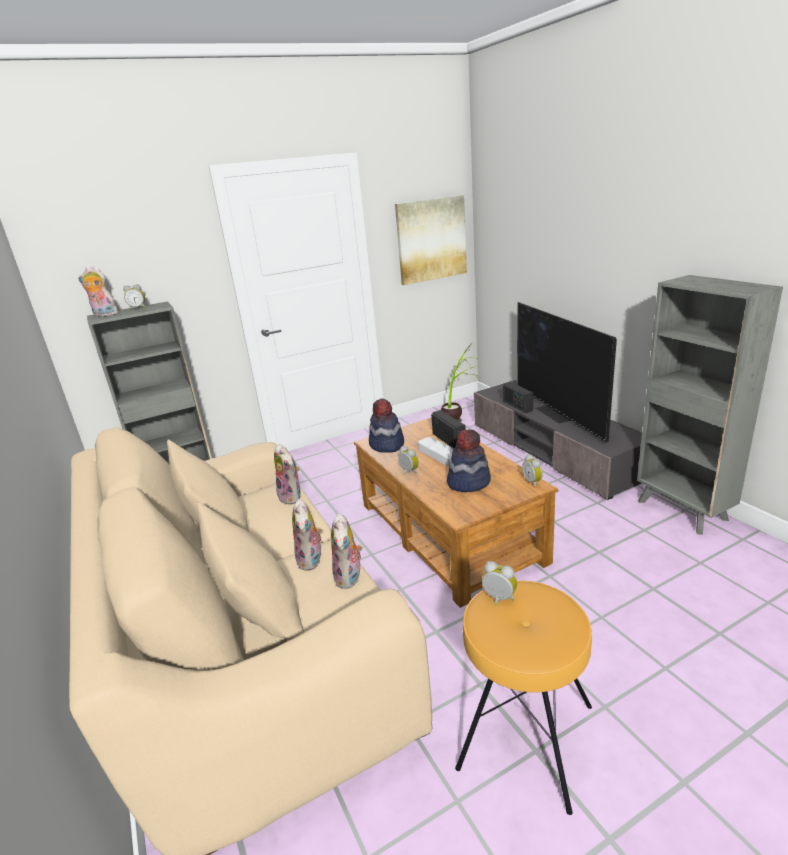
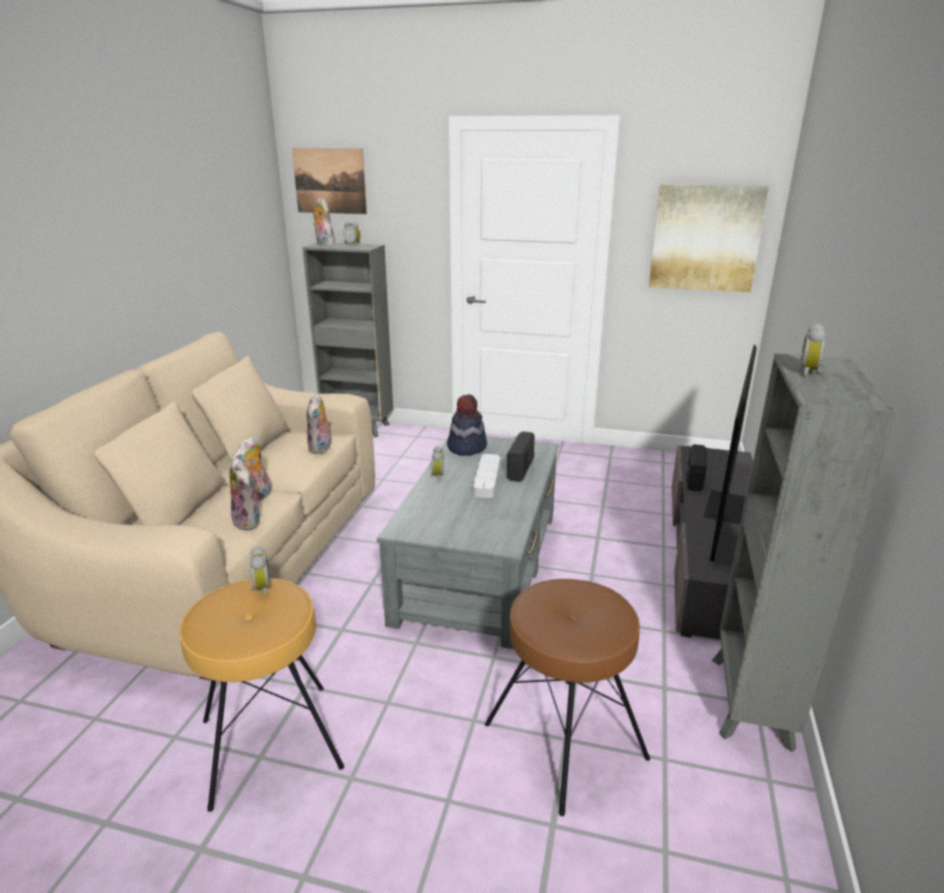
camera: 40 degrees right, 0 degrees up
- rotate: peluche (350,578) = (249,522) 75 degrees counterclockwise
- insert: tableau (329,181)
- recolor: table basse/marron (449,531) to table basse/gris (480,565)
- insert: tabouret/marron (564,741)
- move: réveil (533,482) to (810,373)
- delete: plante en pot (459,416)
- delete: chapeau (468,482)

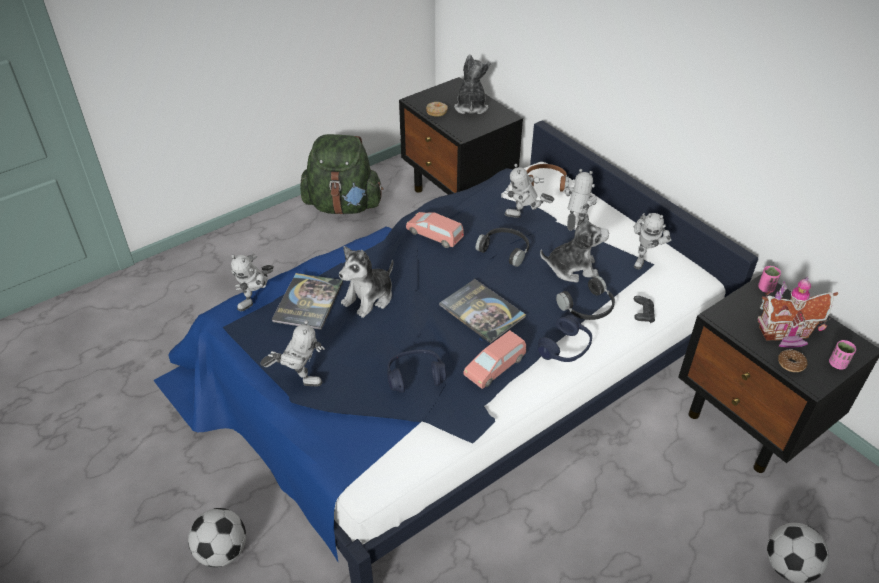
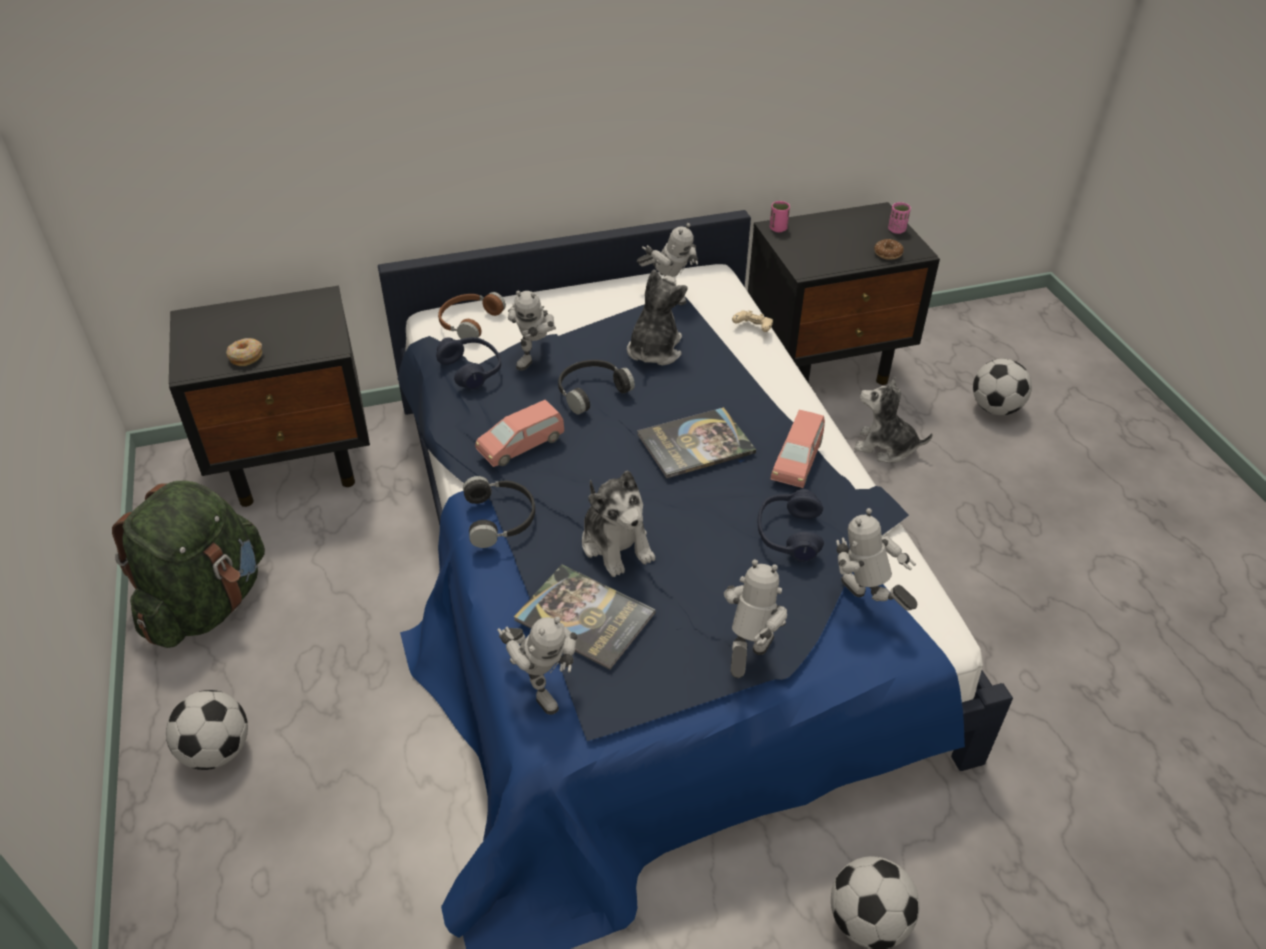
camera: 70 degrees left, 0 degrees up
- insert: ballon de foot (217,750)
- move: casque audio/bleu (565,348) to (472,370)
- move: casque audio/noir (588,308) to (501,518)
- recolor: manette/noir (642,315) to manette/beige (753,328)
- rotate: petite voiture/rose (495,367) = (797,460) 45 degrees clockwise
- move: robot jouet (575,228) to (865,604)
- move: peluche (471,107) to (885,447)
- delete: maison miniature (786,336)

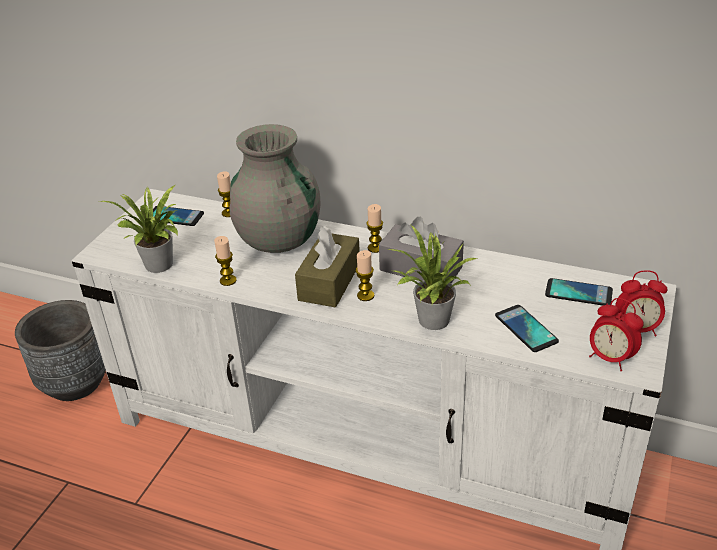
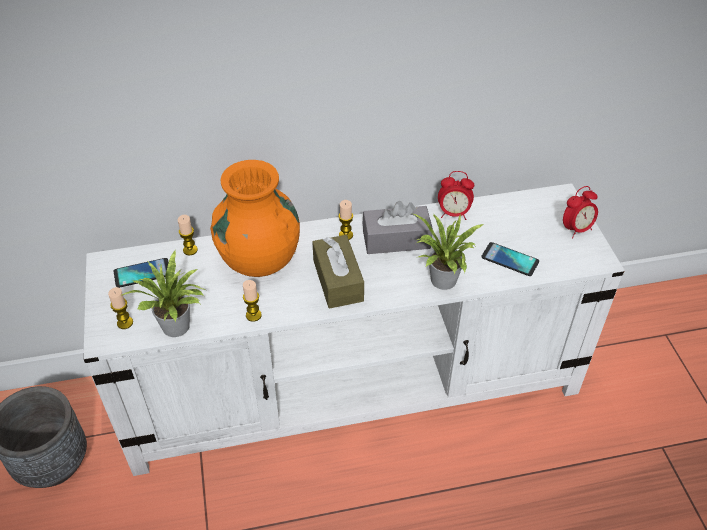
camera: 35 degrees left, 10 degrees up
- move: bougie (365,295) to (125,323)
- recolor: vase/gris (278,239) to vase/orange (259,258)
- move: réveil (610,358) to (453,214)
- delete: téléphone (578,293)

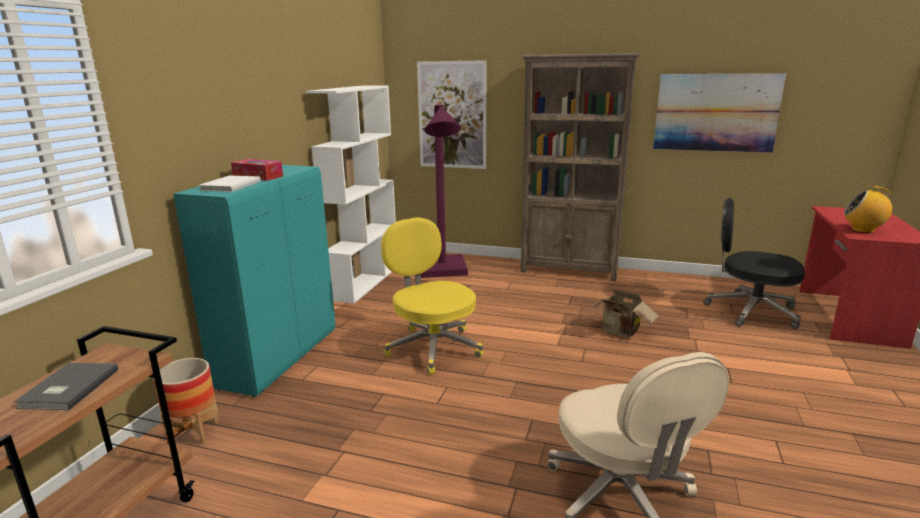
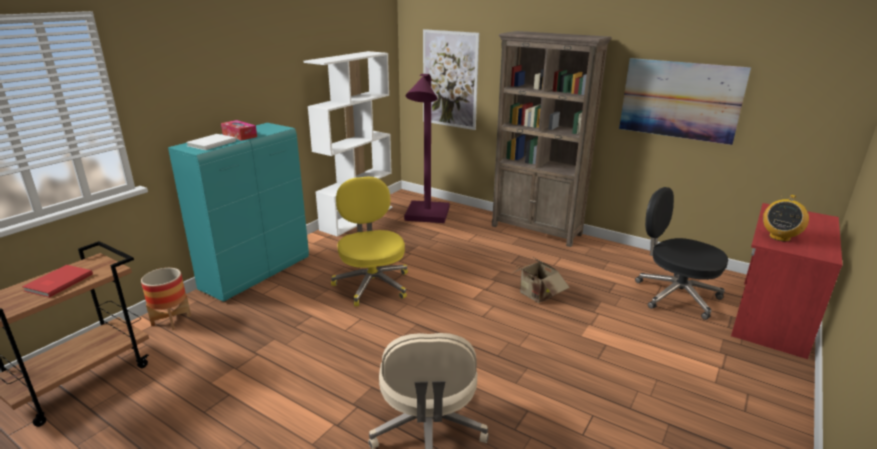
camera: 15 degrees right, 5 degrees up
- recolor: livre/gris (67,389) to livre/rouge (57,282)
- rotate: radio (863,230) = (779,237) 90 degrees counterclockwise

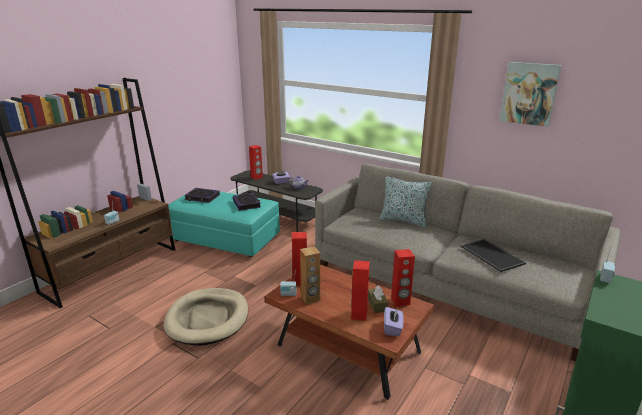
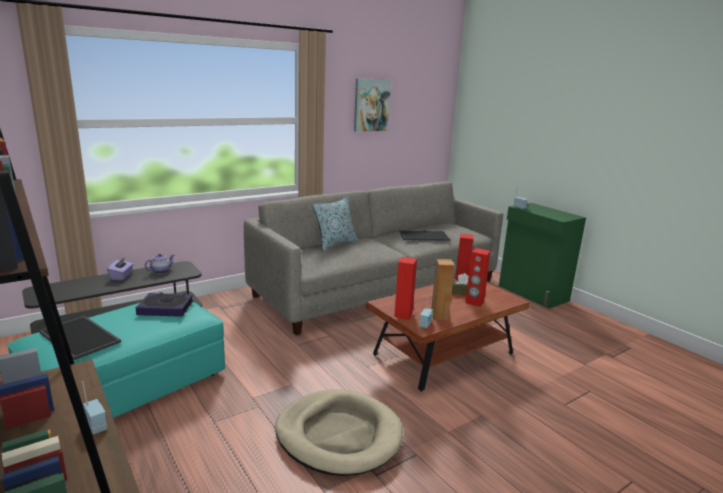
camera: 70 degrees left, 5 degrees down
- replace: livre (202,197) to plateau (81,337)
- delete: enceinte/rouge (256,177)
- delete: boîte à mouchoirs/violet (392,328)

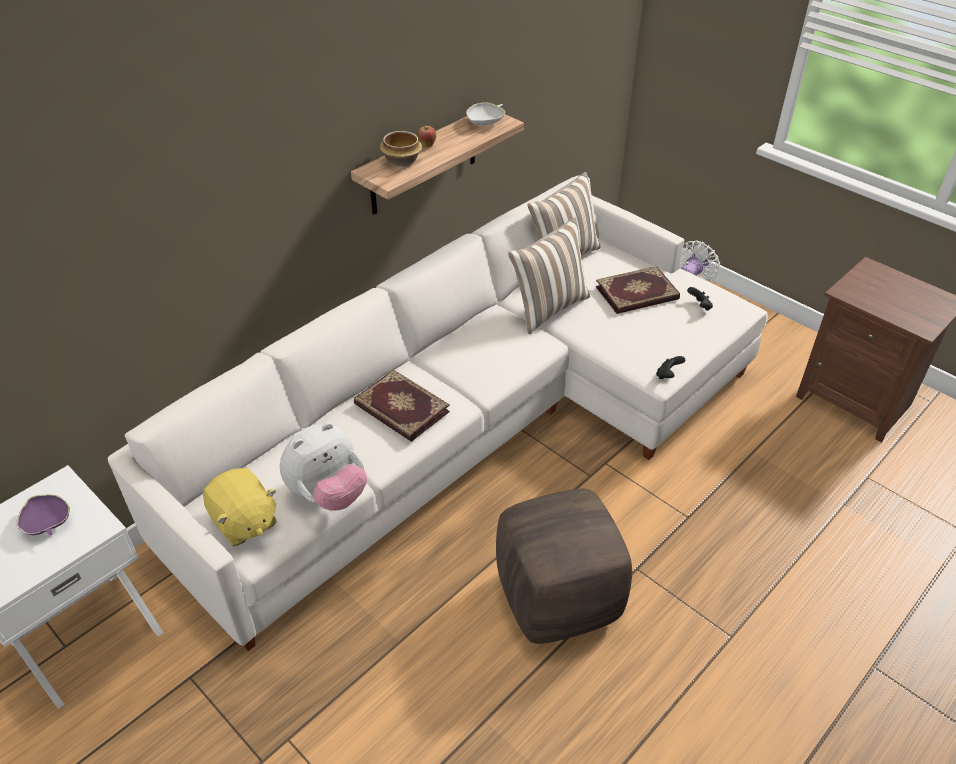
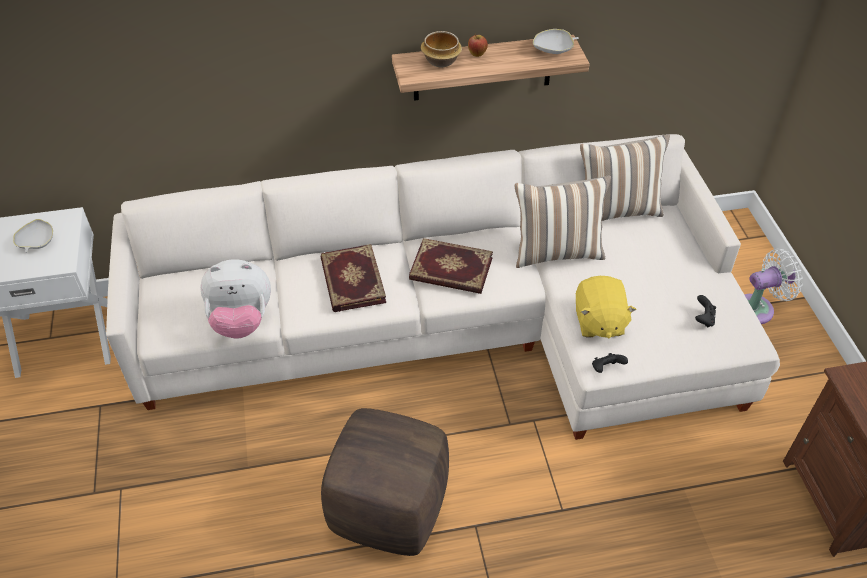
camera: 35 degrees right, 5 degrees up
- recolor: bol/violet (47,523) to bol/blanc (37,243)
- move: livre (637,294) to (451,270)
- move: peluche/jaune (244,522) to (598,322)

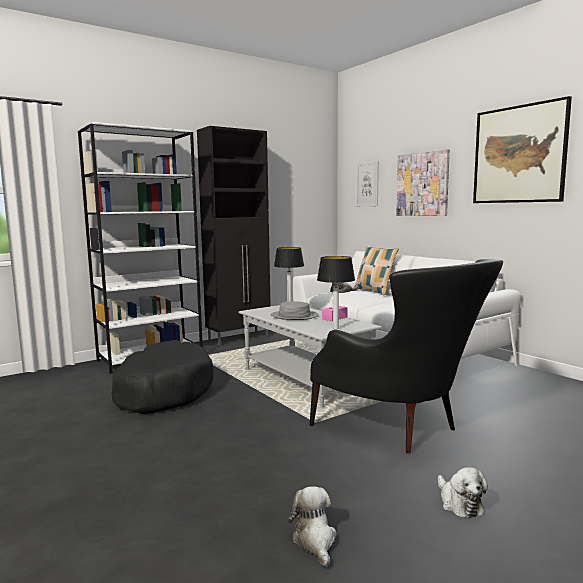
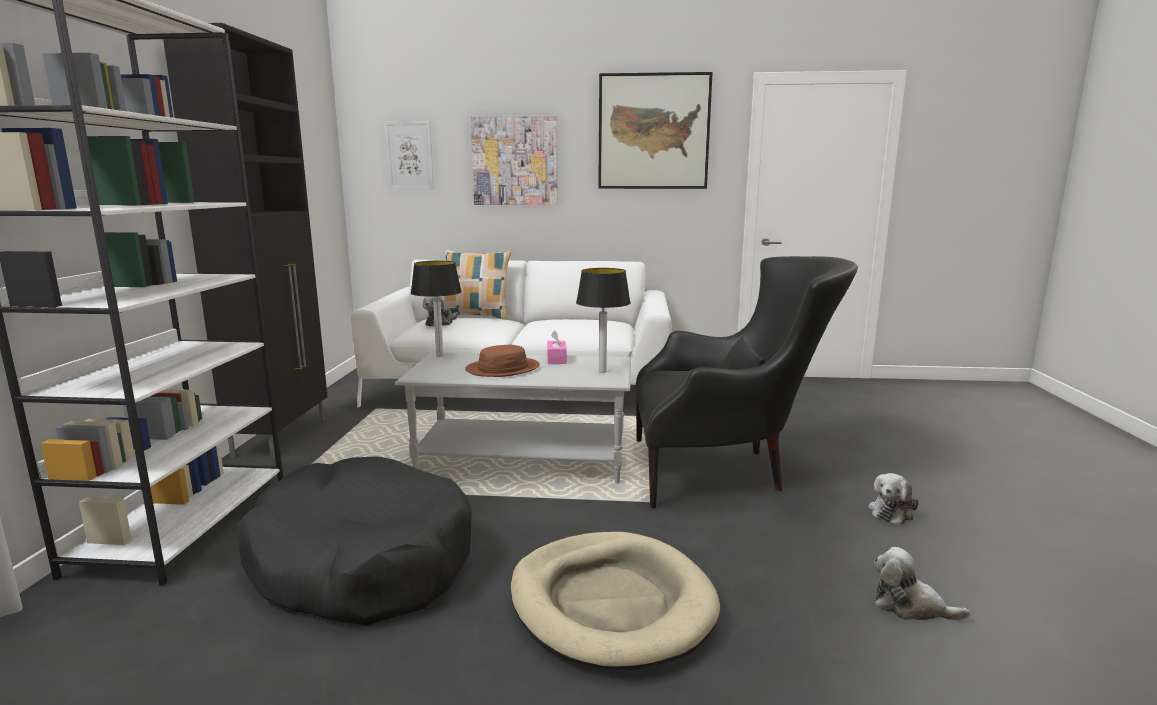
camera: 50 degrees left, 5 degrees up
- recolor: chapeau/gris (294,316) to chapeau/marron (503,369)
- insert: panier pour chien/beige (611,603)
- rotate: peluche (459,503) = (892,512) 105 degrees clockwise

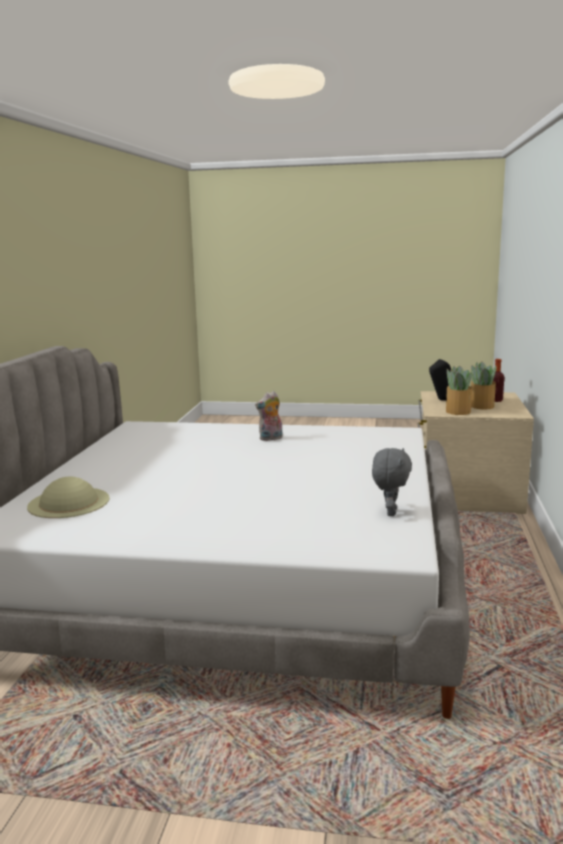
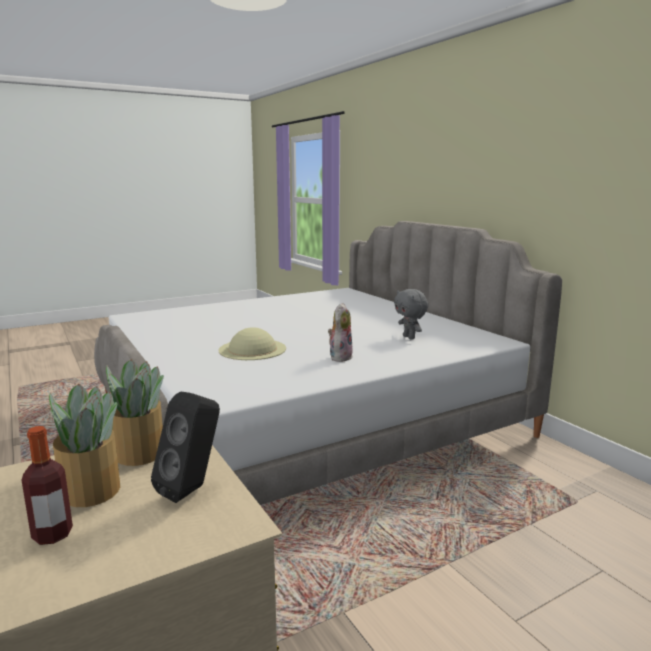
camera: 140 degrees right, 0 degrees up
- move: chapeau/beige (69,502) to (252,349)
- move: peluche/gris (390,512) to (409,337)

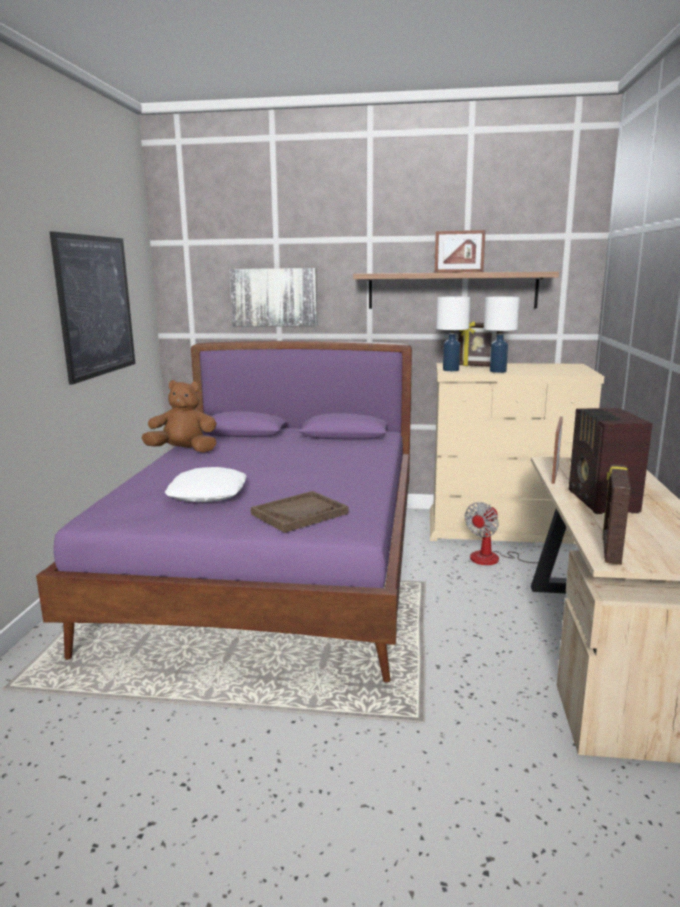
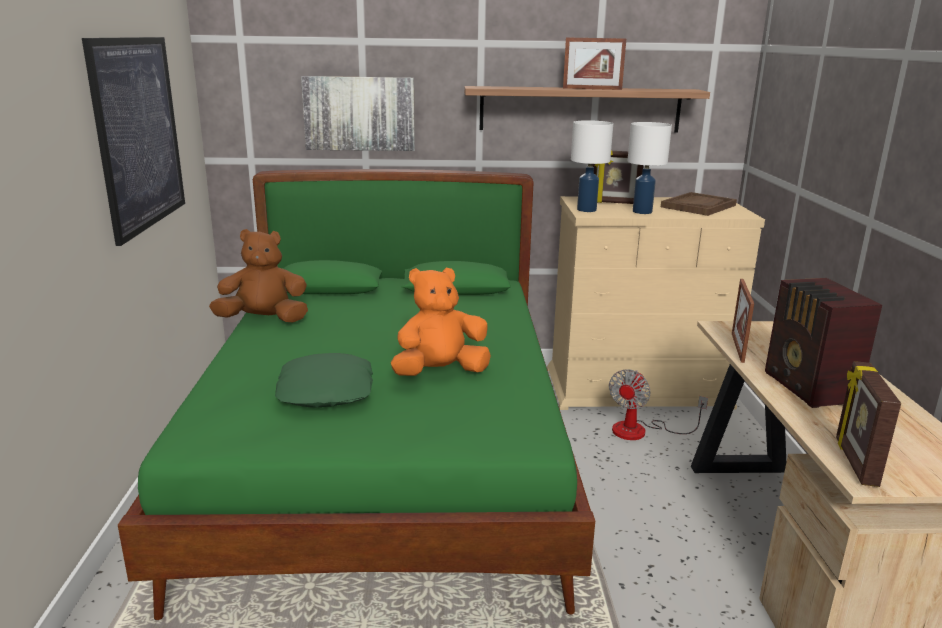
camera: 10 degrees left, 5 degrees up
- recolor: lit/violet (274,570) to lit/vert (388,464)
- recolor: coussin/blanc (208,494) to coussin/vert (327,391)
- insert: peluche/orange (440,372)
- move: plateau/marron (299,513) to (698,206)

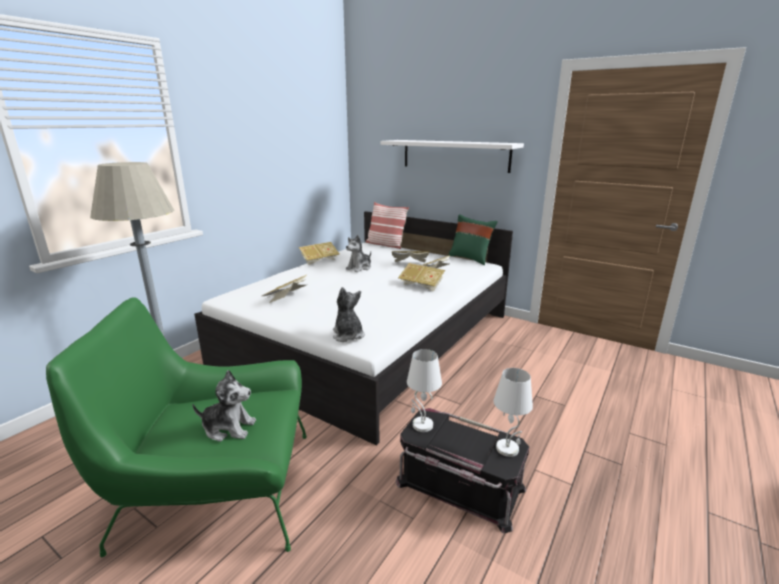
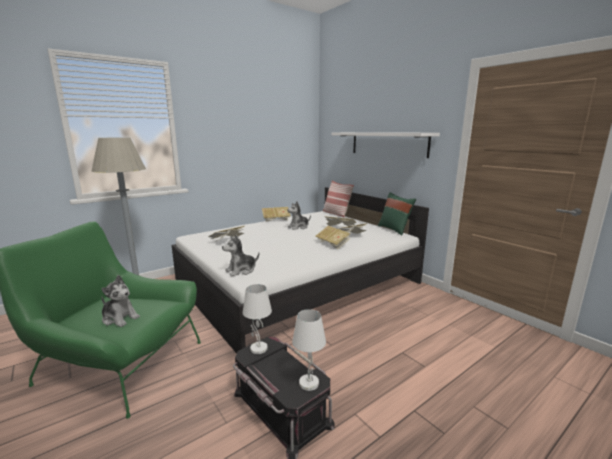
camera: 20 degrees right, 5 degrees down
- rotate: peluche (348,335) = (241,270) 120 degrees counterclockwise

